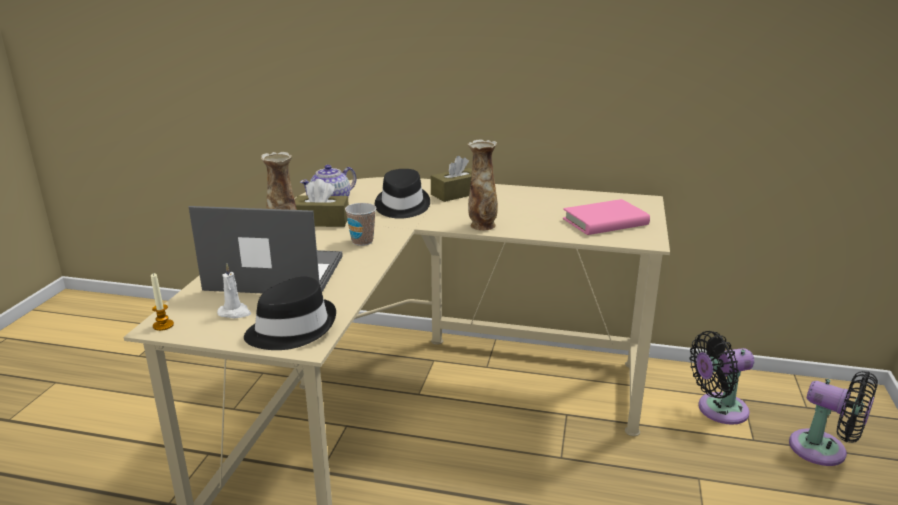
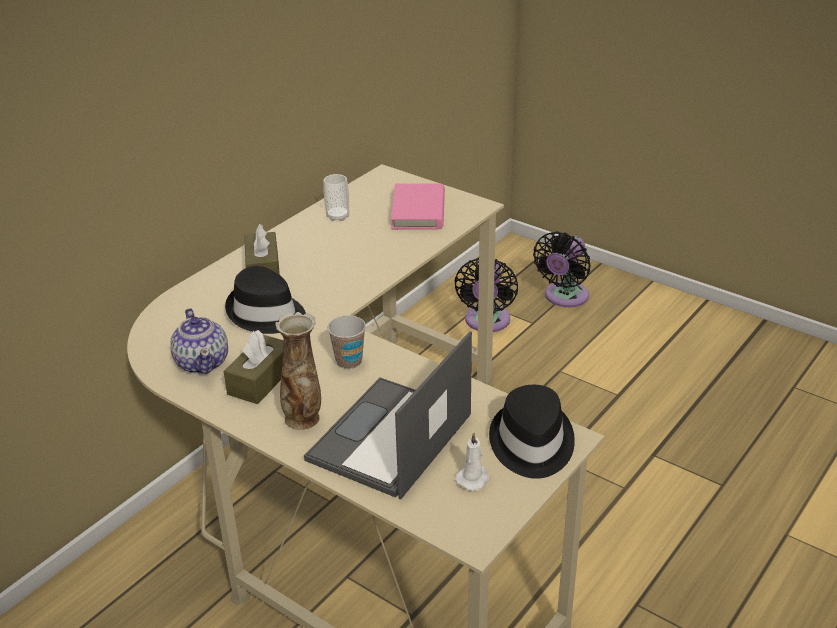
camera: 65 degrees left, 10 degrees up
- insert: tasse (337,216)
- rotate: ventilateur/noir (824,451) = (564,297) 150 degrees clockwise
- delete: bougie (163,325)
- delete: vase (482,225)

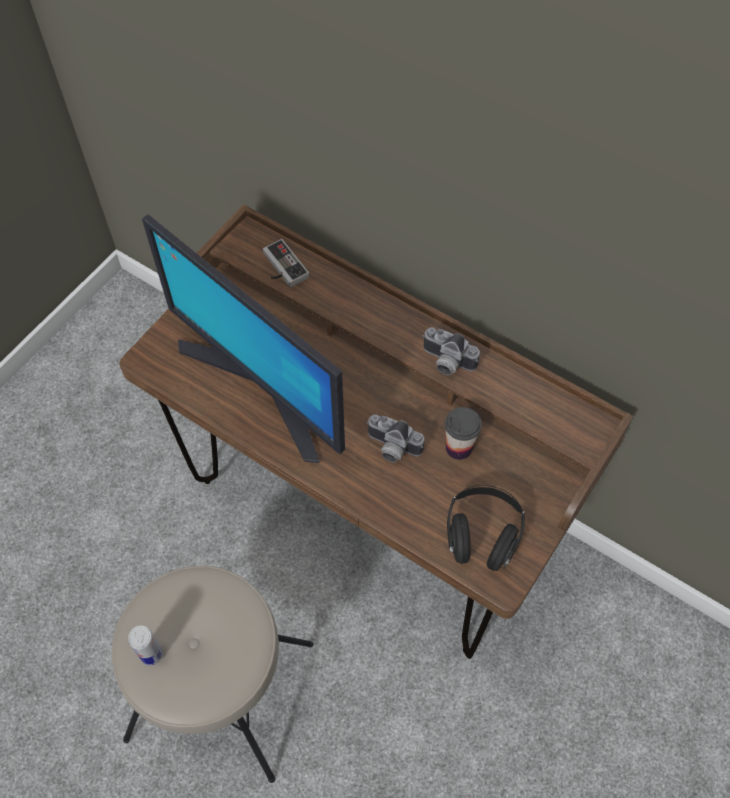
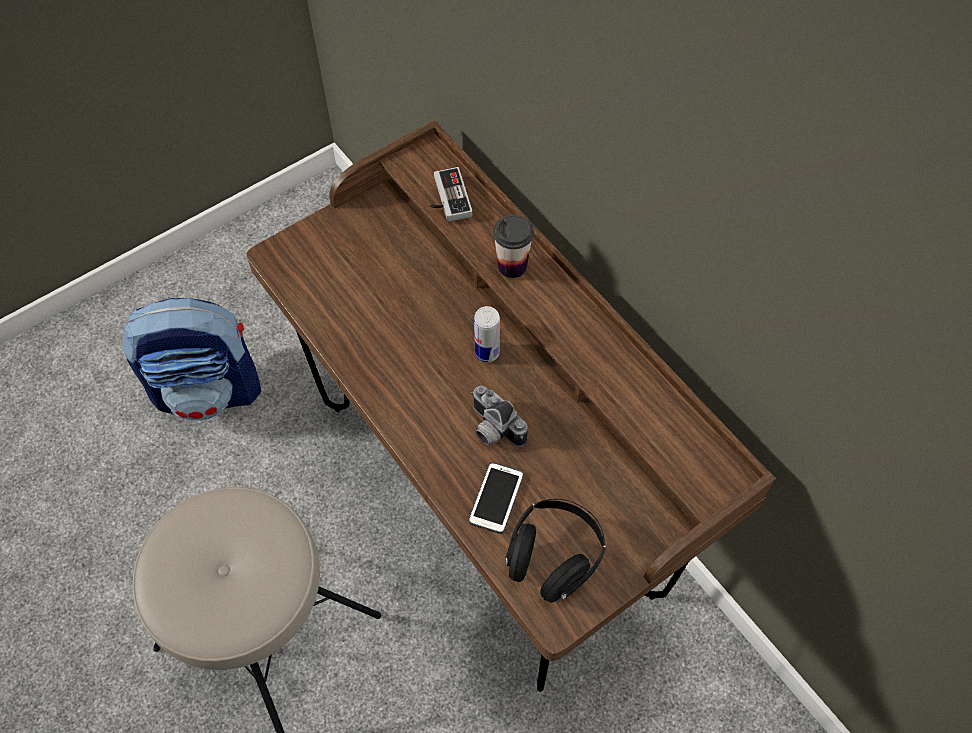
camera: 20 degrees right, 0 degrees up
- insert: sac à dos (210,389)
- insert: téléphone (496,498)
- move: boîte métallique (151,654) to (487,352)
- move: tasse (458,447) to (512,266)
- delete: écran d'ordinateur (263,387)
- delete: appareil photo (446,363)

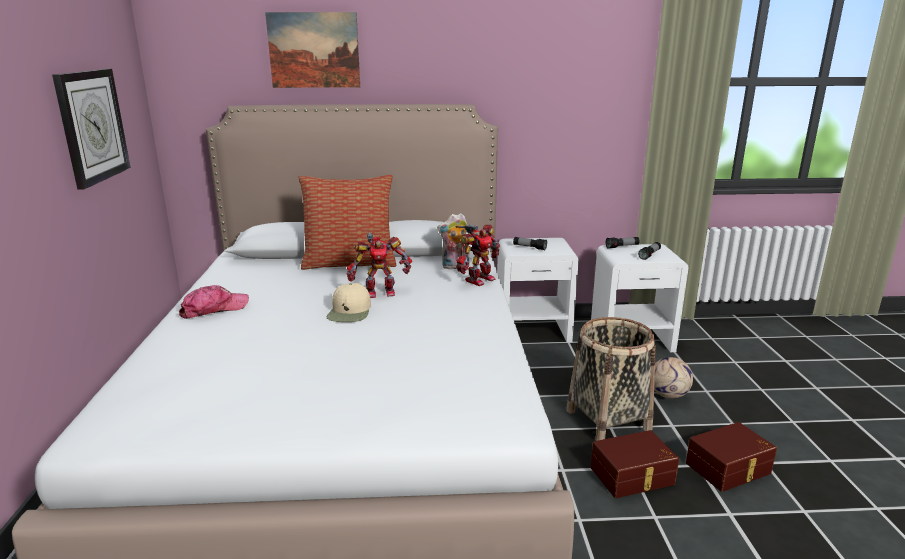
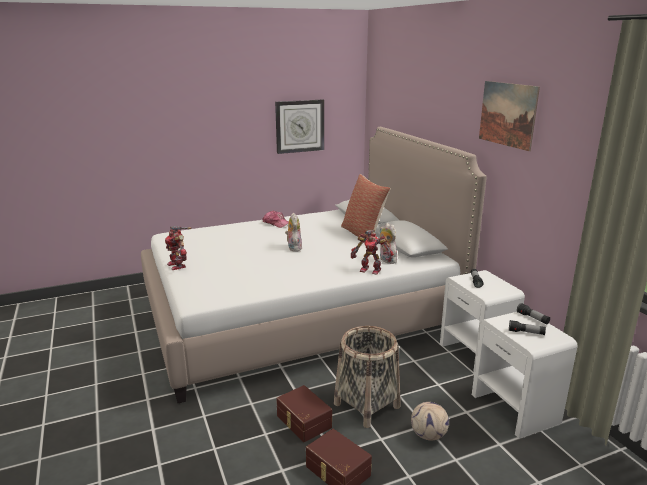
camera: 70 degrees right, 0 degrees up
- move: robot jouet (380,292) to (178,265)
- replace: casquette/beige (350,312) to peluche (293,248)
- move: tableau (314,50) to (507,114)

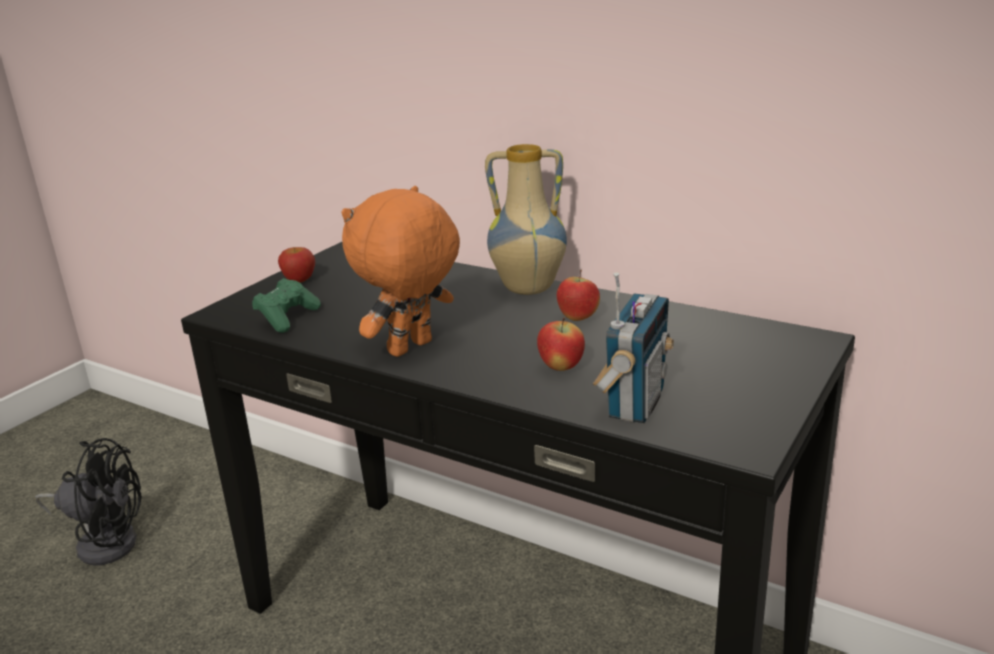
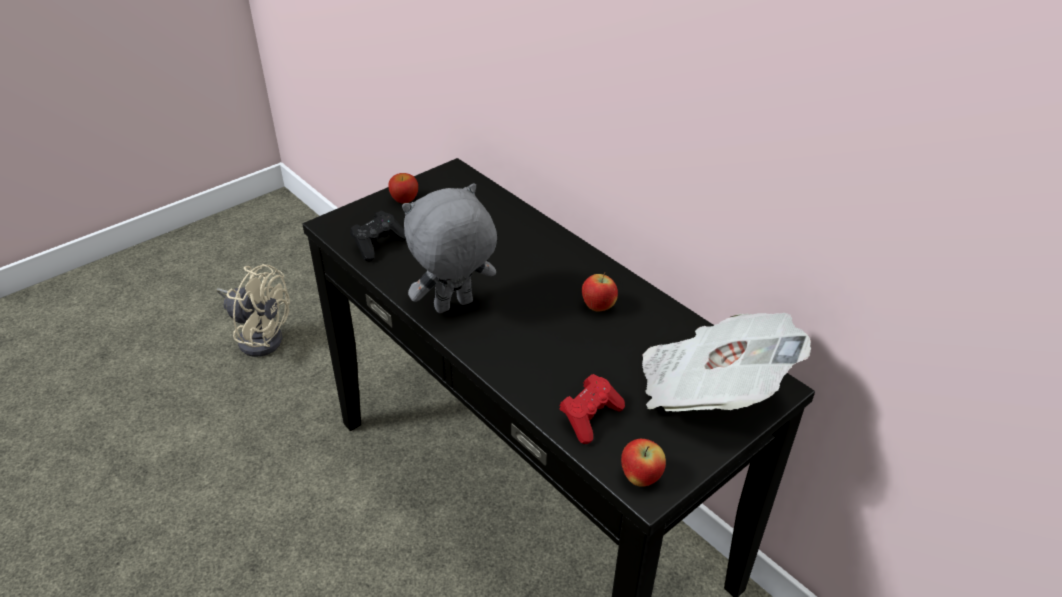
camera: 15 degrees right, 15 degrees up
- recolor: ventilateur/noir (103,541) to ventilateur/beige (259,336)
- recolor: manette/vert (287,318) to manette/noir (378,244)
- recolor: peluche/orange (411,349) to peluche/gris (454,307)
- replace: radio (634,403) to manette/rouge (590,417)
- move: pomme (561,368) to (640,477)
- insert: journal (710,389)
- delete: vase (527,289)

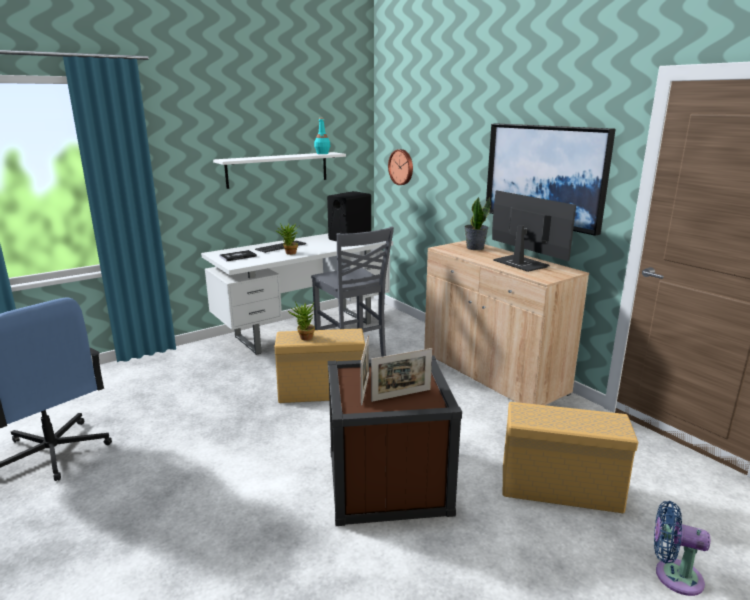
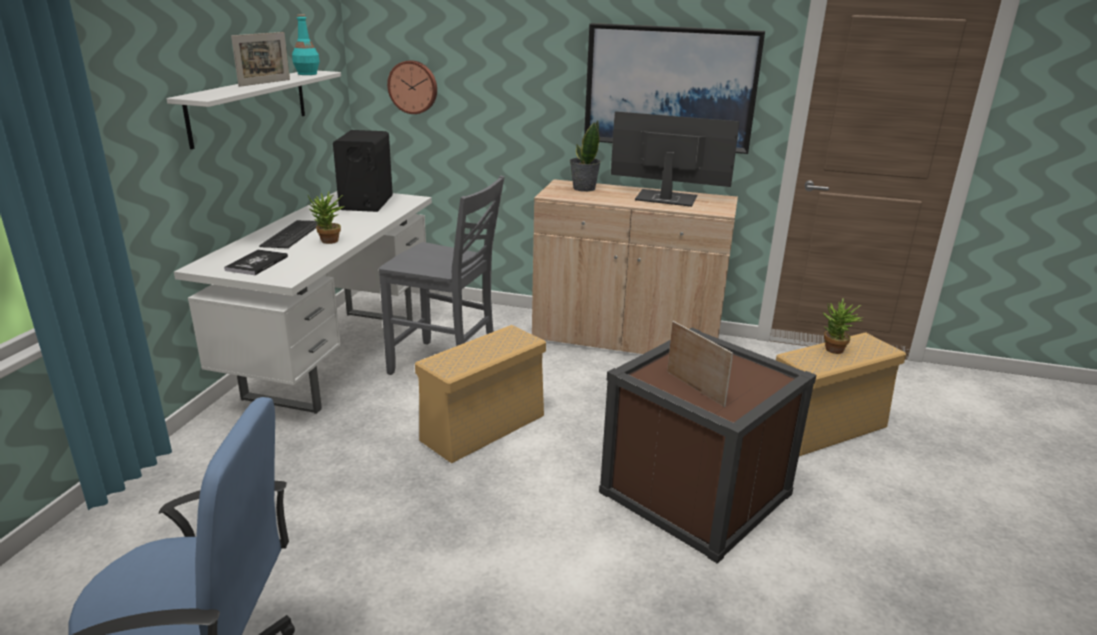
camera: 40 degrees left, 5 degrees up
- move: cadre photo (401,395) to (265,83)
- move: plante en pot (304,338) to (834,351)
- delete: ventilateur/bleu (673,575)

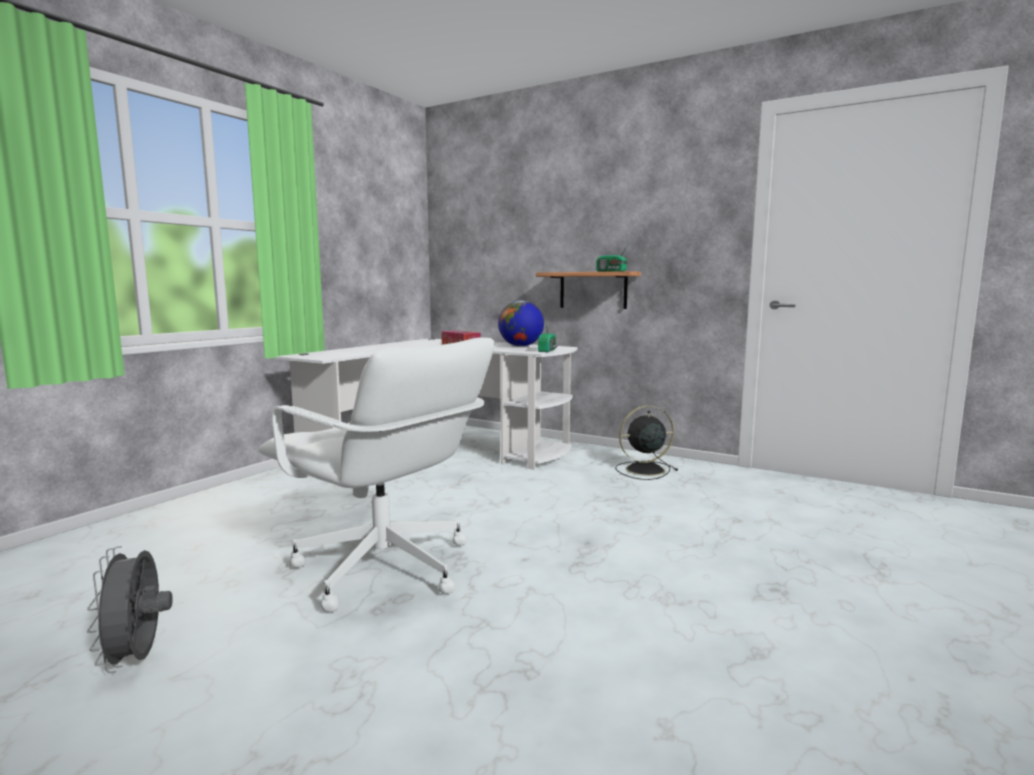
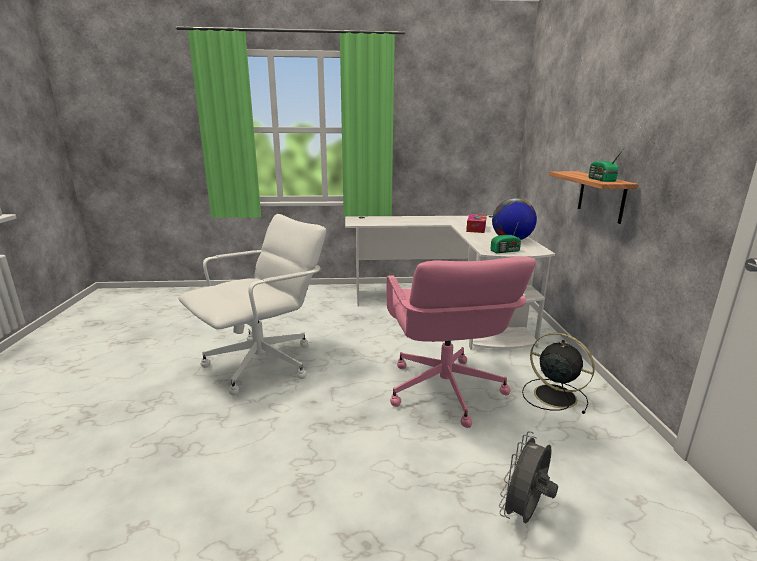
camera: 55 degrees right, 10 degrees up
- rotate: chaise de bureau/blanc (384,569) = (262,364) 135 degrees counterclockwise
- insert: chaise de bureau/rose (444,391)
- move: ventilateur/gris (138,659) to (524,513)

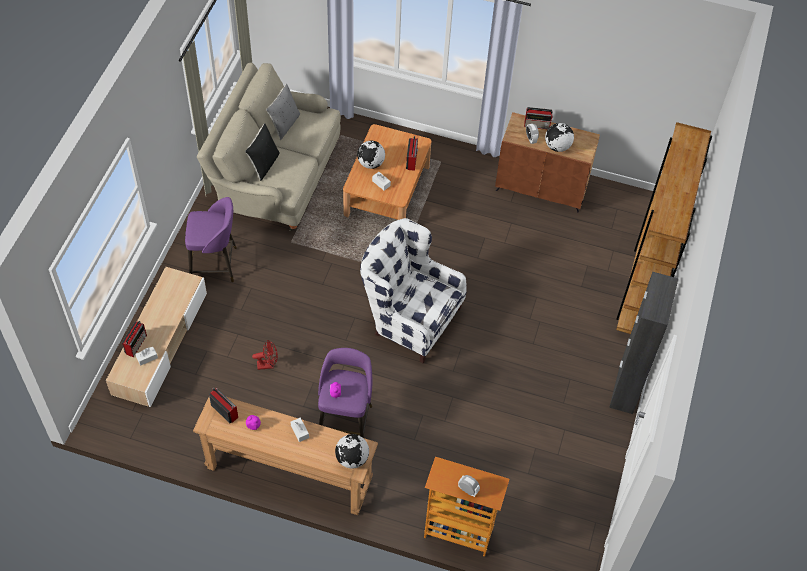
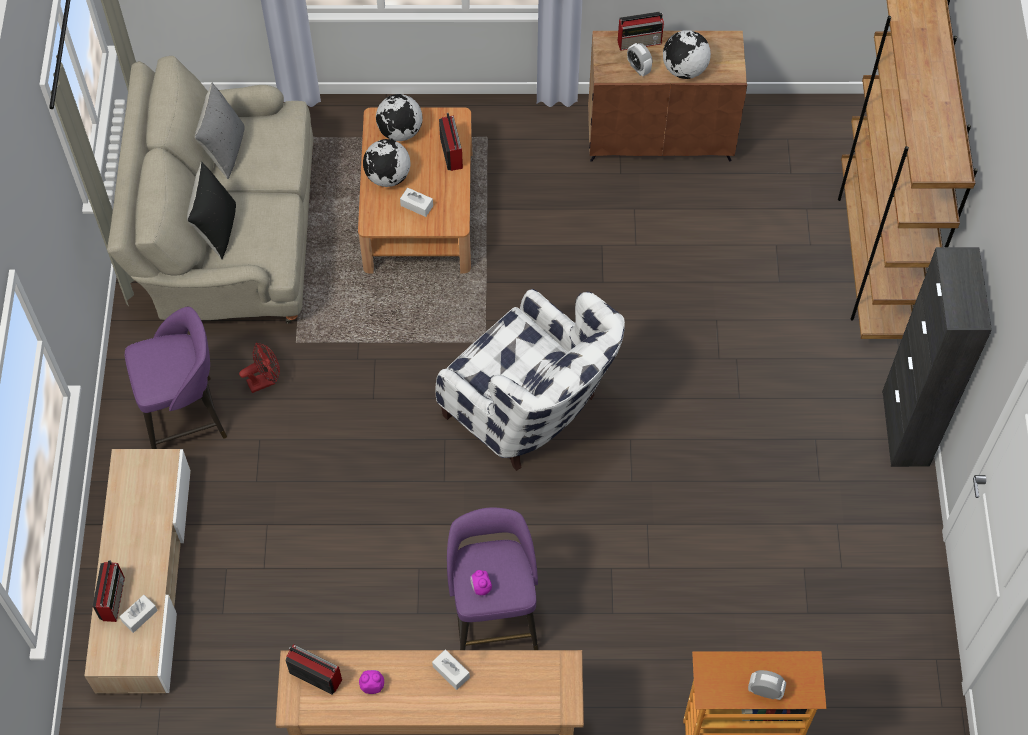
camera: 15 degrees left, 5 degrees up
- move: ventilateur/rouge (268,364) to (265,380)
- move: globe (352,459) to (400,132)
- rotate: fauteuil/blanc (409,318) = (531,413) 150 degrees counterclockwise

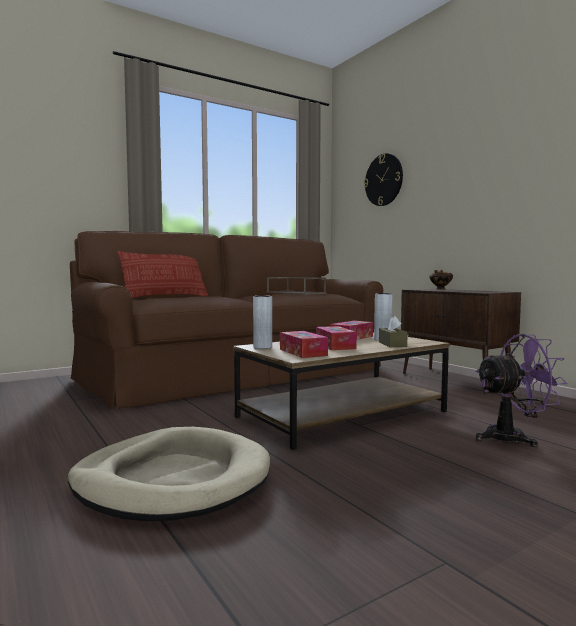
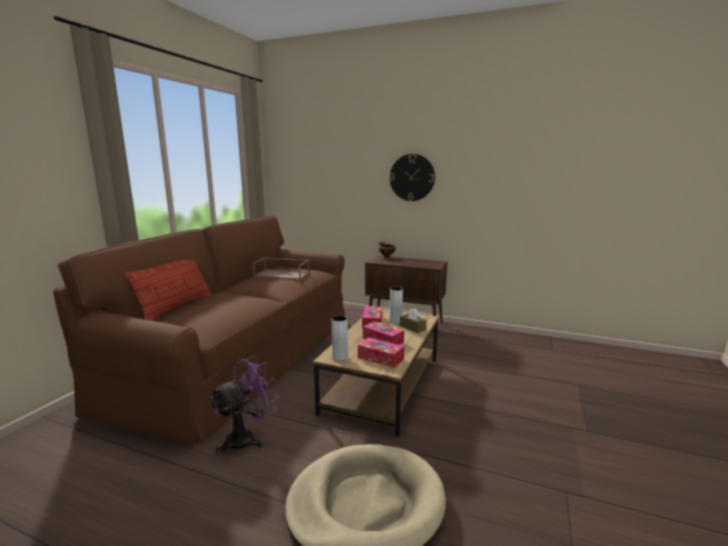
camera: 35 degrees left, 10 degrees up
- move: ventilateur/violet (513,437) to (247,438)
- move: horloge murale (383,180) to (412,177)

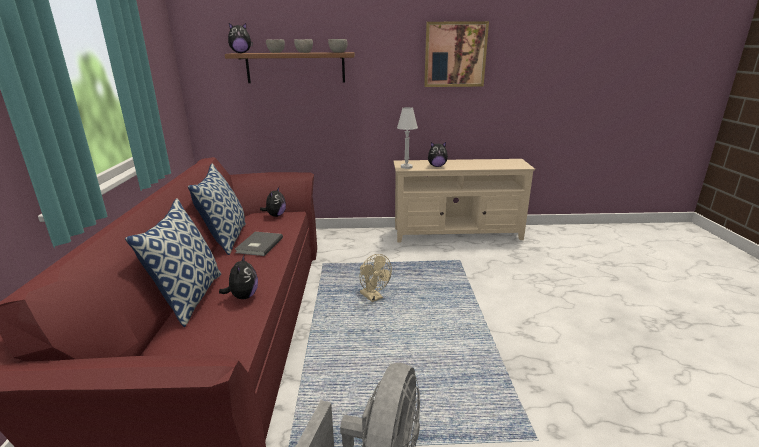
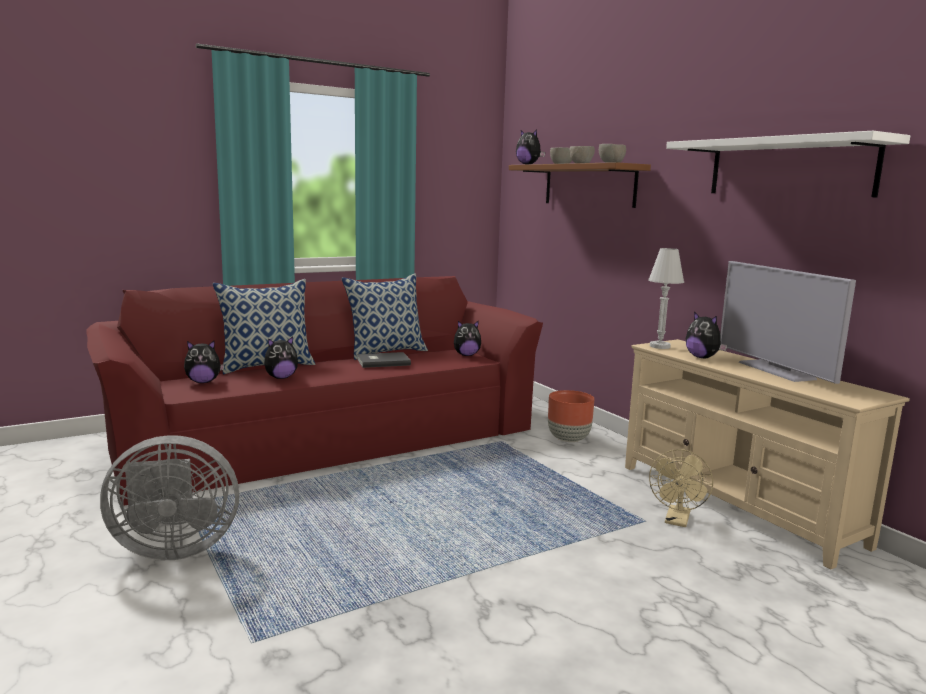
camera: 60 degrees right, 10 degrees down
- insert: peluche (203,382)
- insert: cache-pot/marron (569,439)
- move: ventilateur/beige (373,297) to (677,521)
- replace: tableau (455,54) to étagère/blanc (789,168)
- insert: téléviseur (776,370)

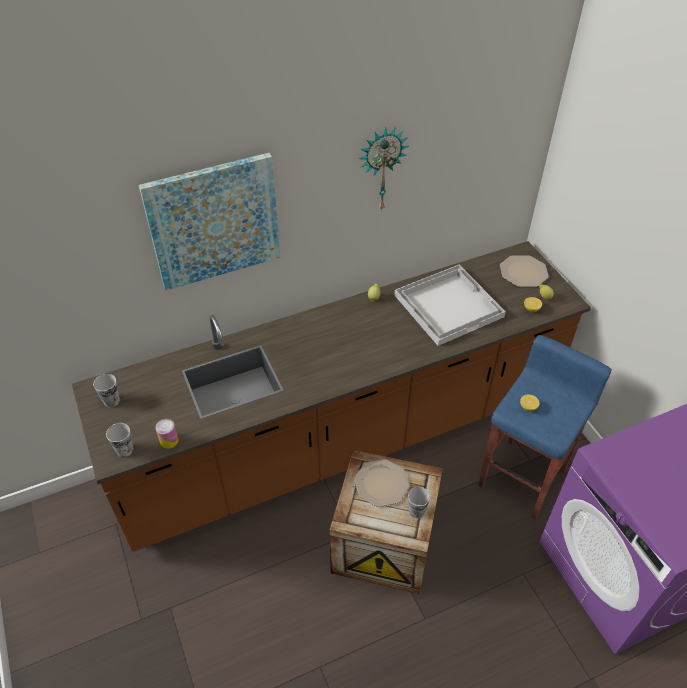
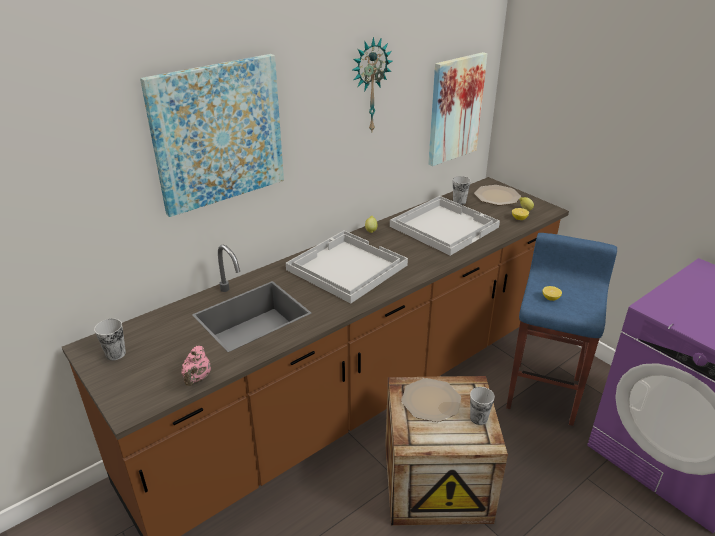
camera: 15 degrees left, 15 degrees down
- replace: boîte métallique (169,440) to théière/rose (197,378)
- insert: plateau/blanc (345,267)
- insert: tableau (455,109)
- move: tasse (125,450) to (459,201)

